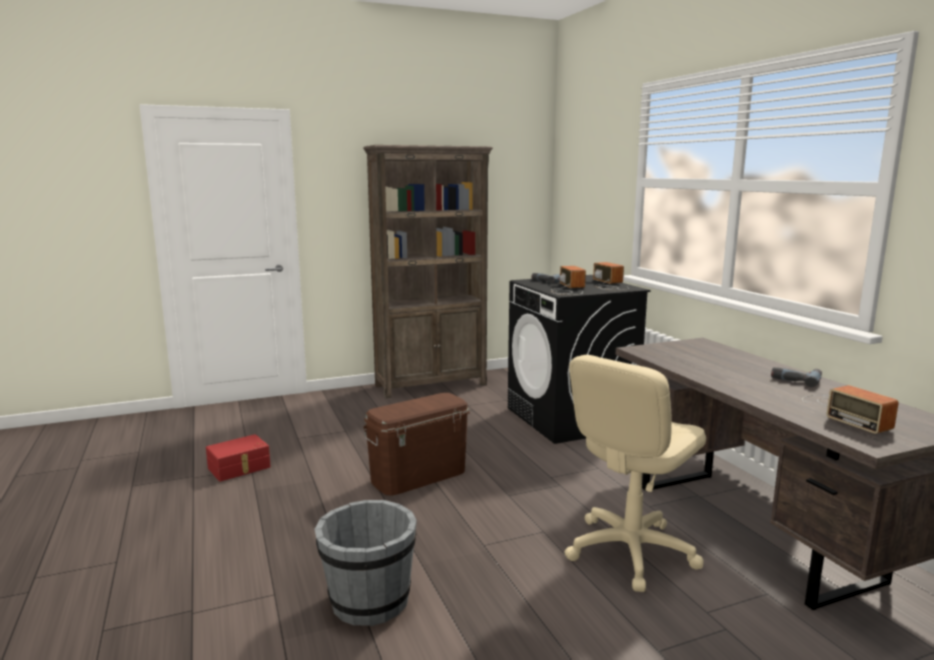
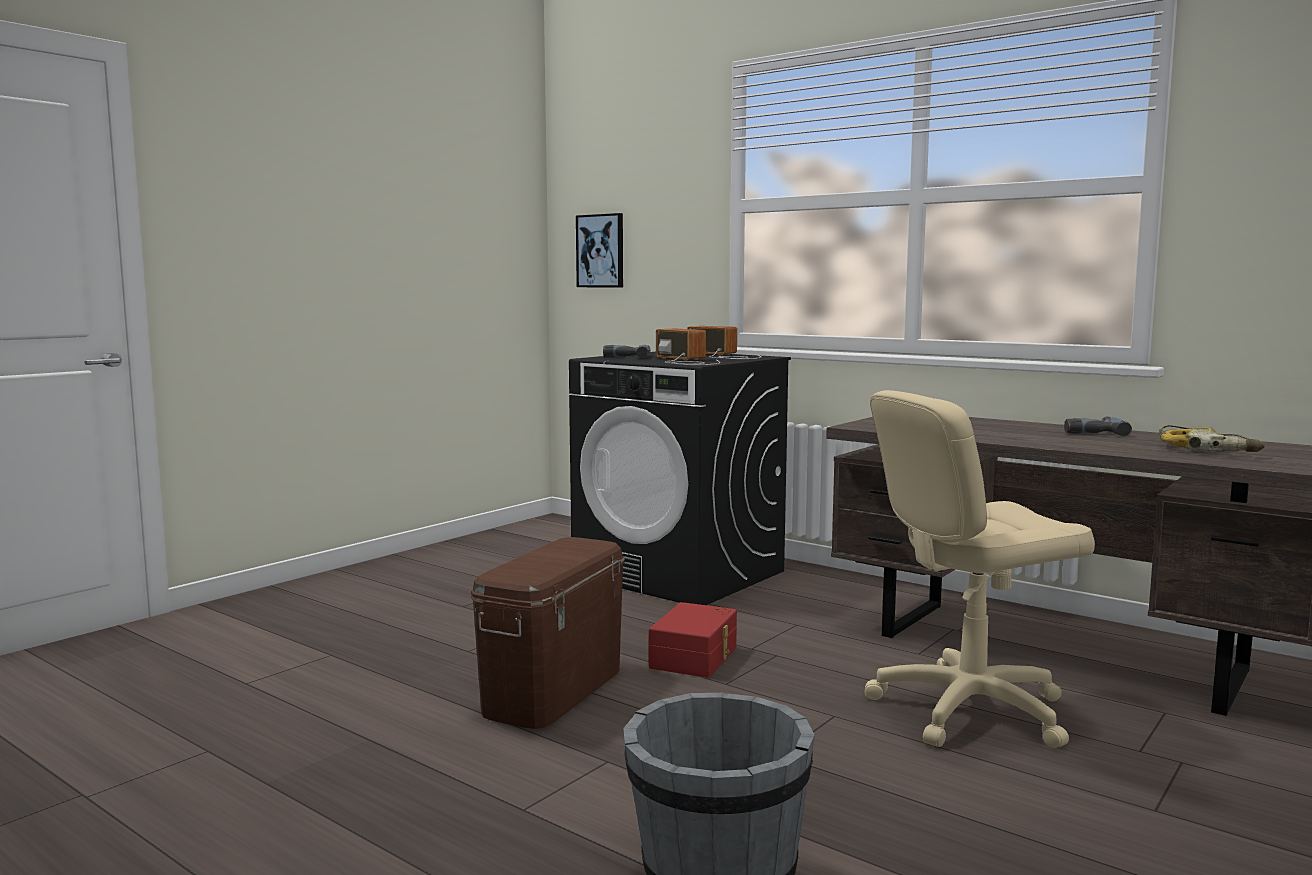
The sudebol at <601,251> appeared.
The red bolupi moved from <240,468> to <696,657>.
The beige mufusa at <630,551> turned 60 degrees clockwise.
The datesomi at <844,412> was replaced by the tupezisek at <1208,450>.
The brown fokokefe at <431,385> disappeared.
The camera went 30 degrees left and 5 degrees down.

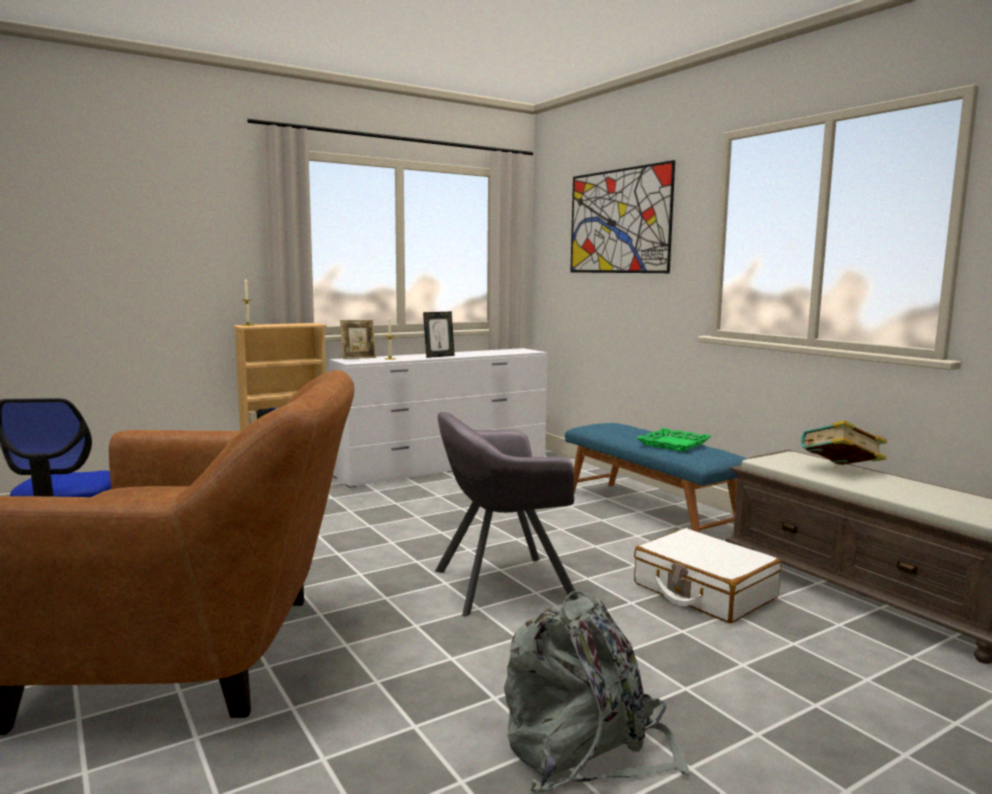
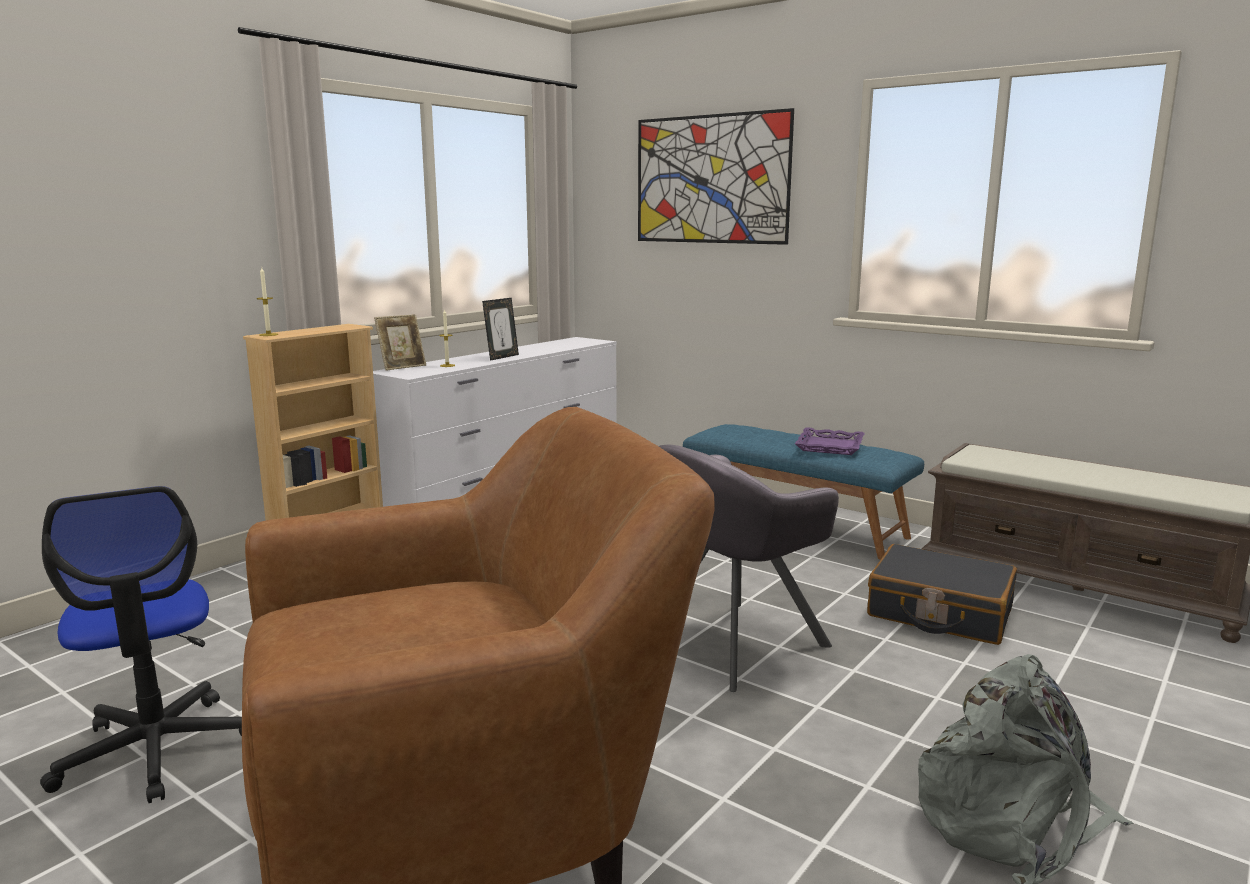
The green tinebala at <674,444> became the purple tinebala at <830,446>.
The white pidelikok at <703,591> became the black pidelikok at <939,612>.
The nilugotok at <840,470> disappeared.
The camera went 20 degrees left and 5 degrees up.

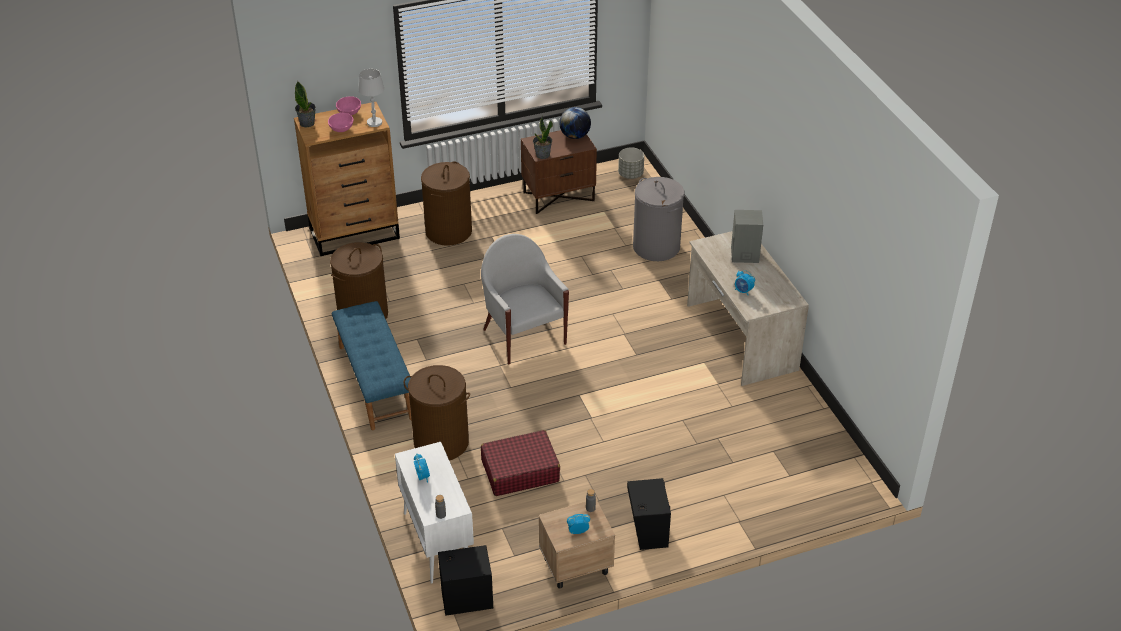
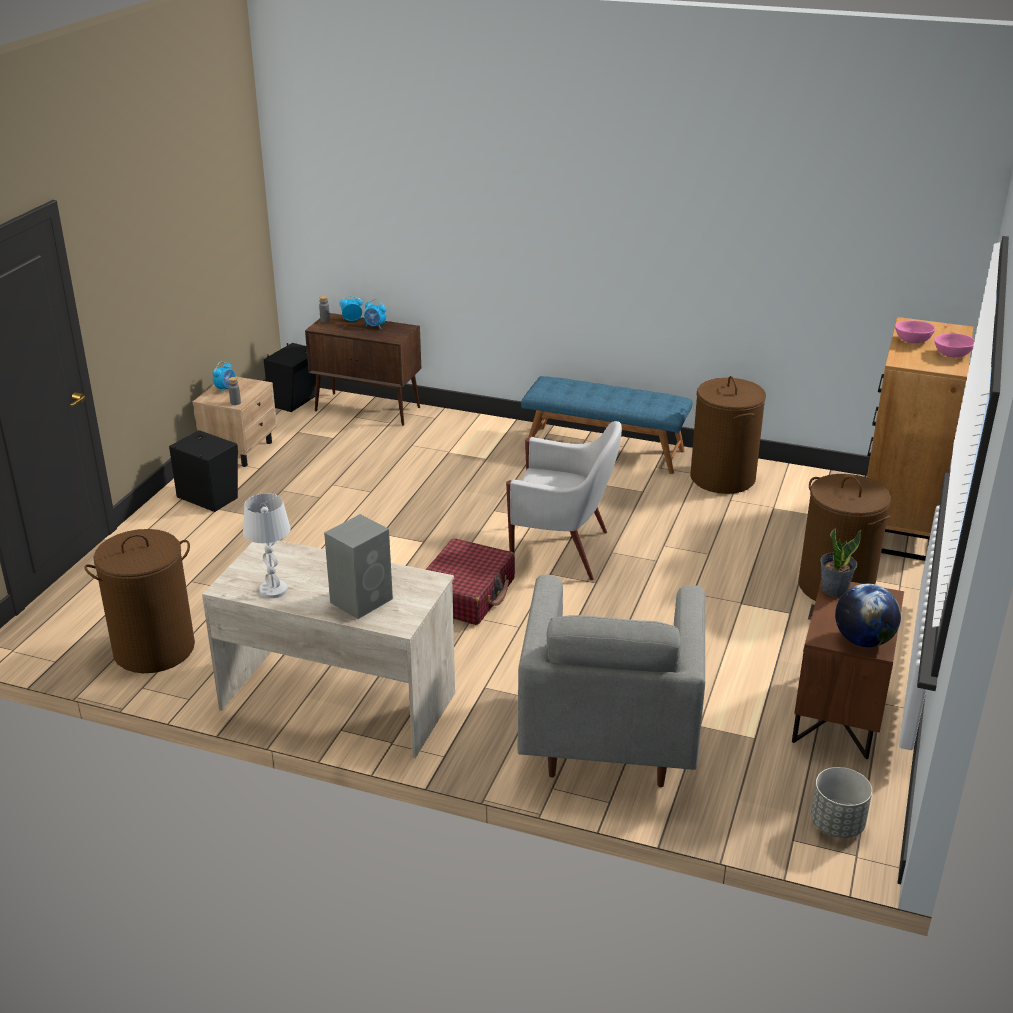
The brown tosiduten moved from <441,442> to <154,649>.
The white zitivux moved from <374,122> to <273,590>.
The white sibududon at <437,541> became the brown sibududon at <368,409>.
The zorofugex moved from <743,291> to <352,320>.
The red pidelikok moved from <520,471> to <466,594>.
The grey tosiduten at <656,247> was replaced by the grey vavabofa at <609,738>.
The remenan at <307,123> disappeared.
The camera went 130 degrees right and 10 degrees down.

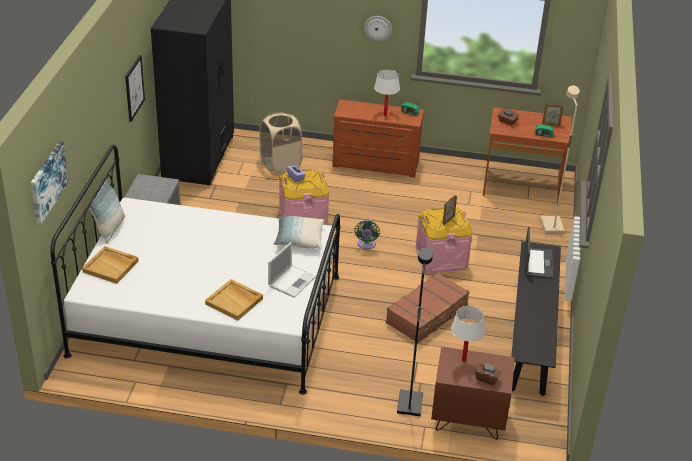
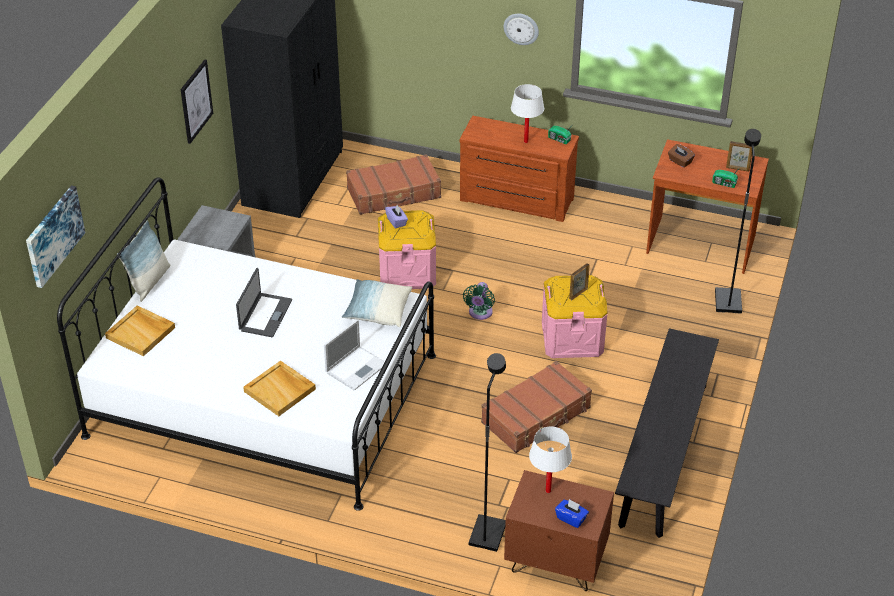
The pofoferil moved from <537,263> to <265,315>.
The beige tosiduten at <280,164> was replaced by the brown pidelikok at <394,193>.
The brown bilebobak at <487,379> became the blue bilebobak at <571,518>.
The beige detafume at <551,225> became the black detafume at <727,301>.
The camera went 10 degrees right and 5 degrees up.

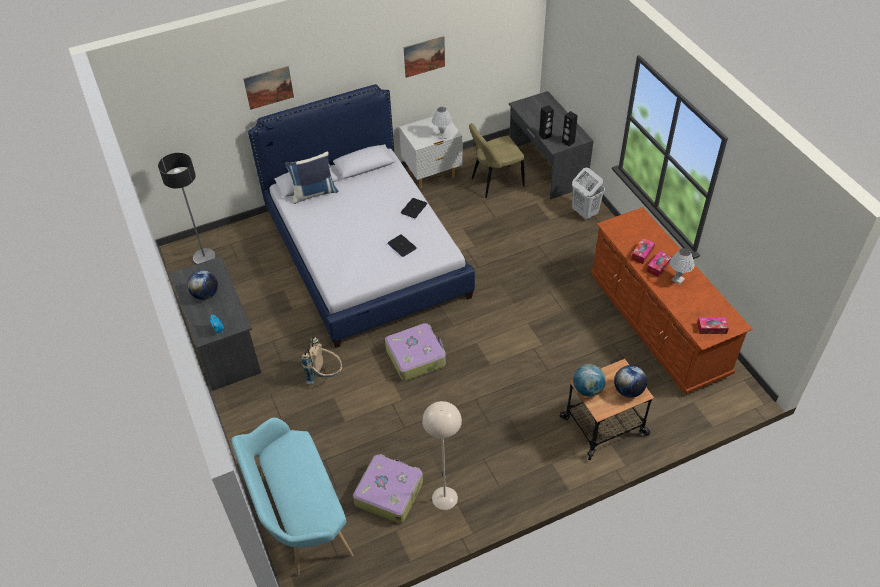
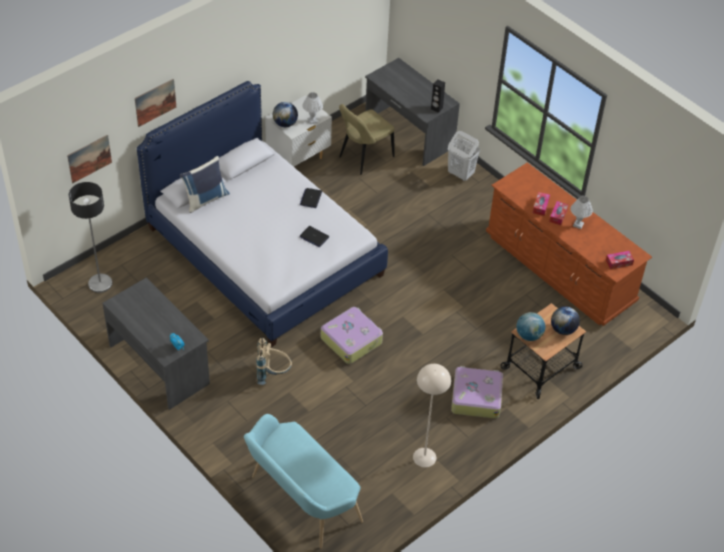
The sudebol moved from <424,56> to <89,158>.
The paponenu moved from <205,294> to <285,124>.
The pidelikok moved from <389,492> to <476,397>.
The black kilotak at <545,136> disappeared.
The camera went 20 degrees left and 0 degrees up.

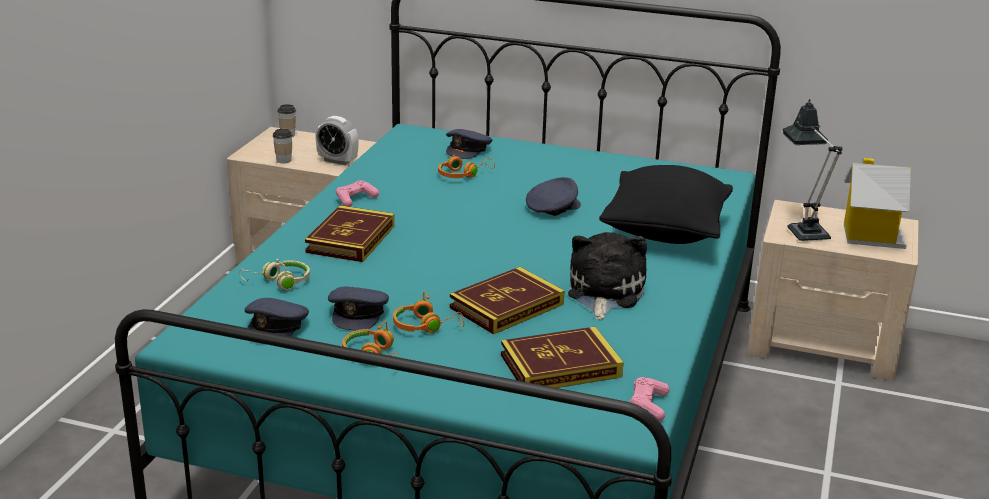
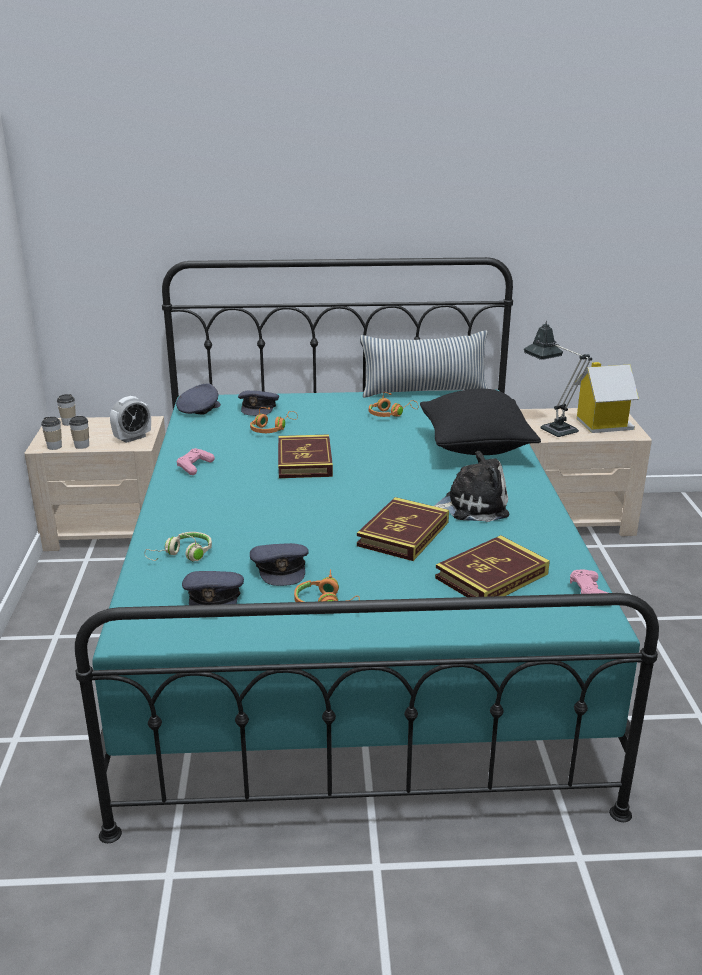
The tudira at <54,447> appeared.
The zorofugex at <337,161> turned 45 degrees counterclockwise.
The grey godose moved from <552,207> to <199,409>.
The nilugotok moved from <350,239> to <304,461>.
The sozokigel at <424,391> appeared.
The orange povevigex moved from <426,326> to <390,414>.
The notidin at <603,293> turned 90 degrees clockwise.
The camera went 20 degrees left and 0 degrees up.

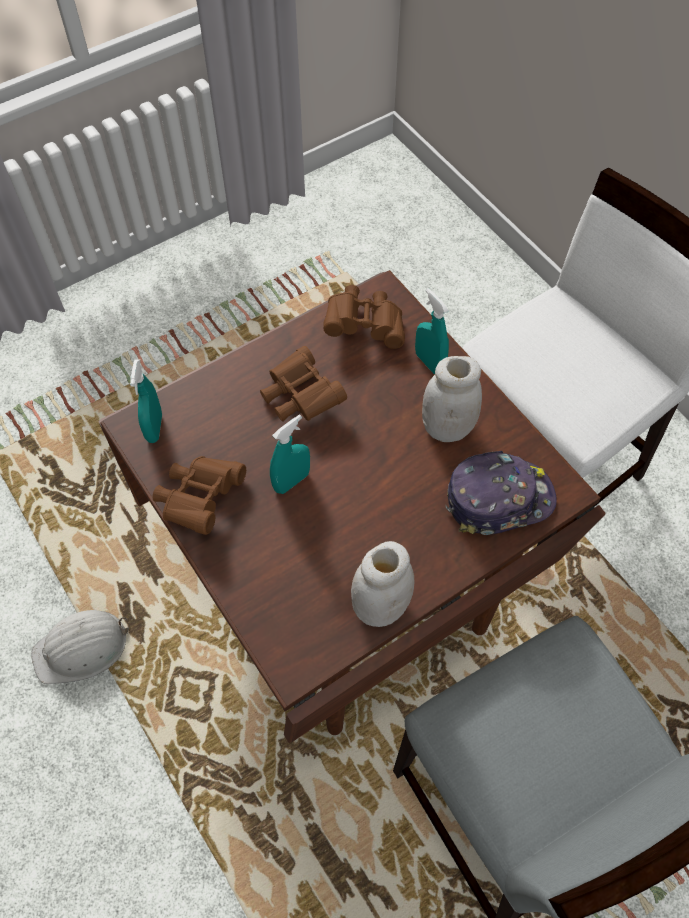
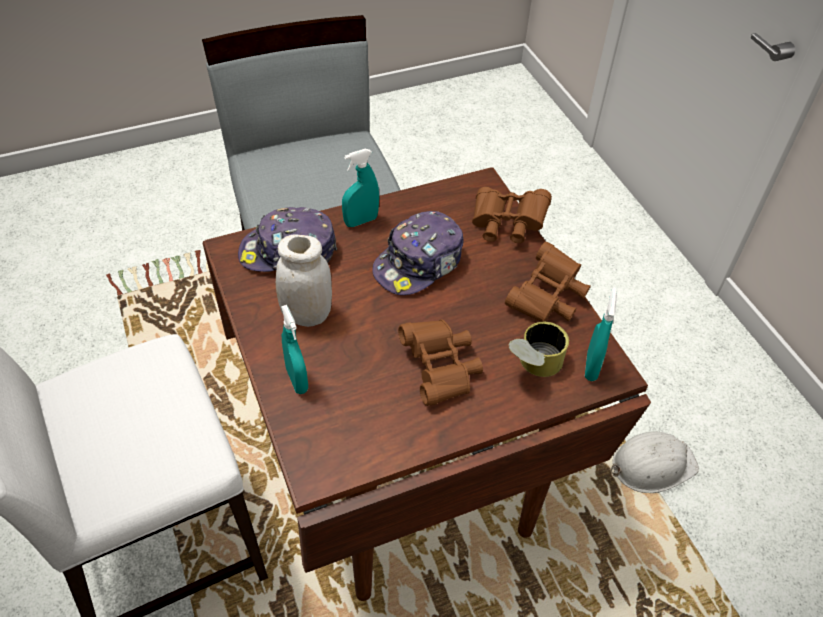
The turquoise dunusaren moved from <291,481> to <361,221>.
The godose at <419,264> appeared.
The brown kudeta moved from <365,326> to <506,225>.
The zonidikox at <532,367> appeared.
The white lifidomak at <380,606> disappeared.
The camera went 170 degrees left and 10 degrees down.

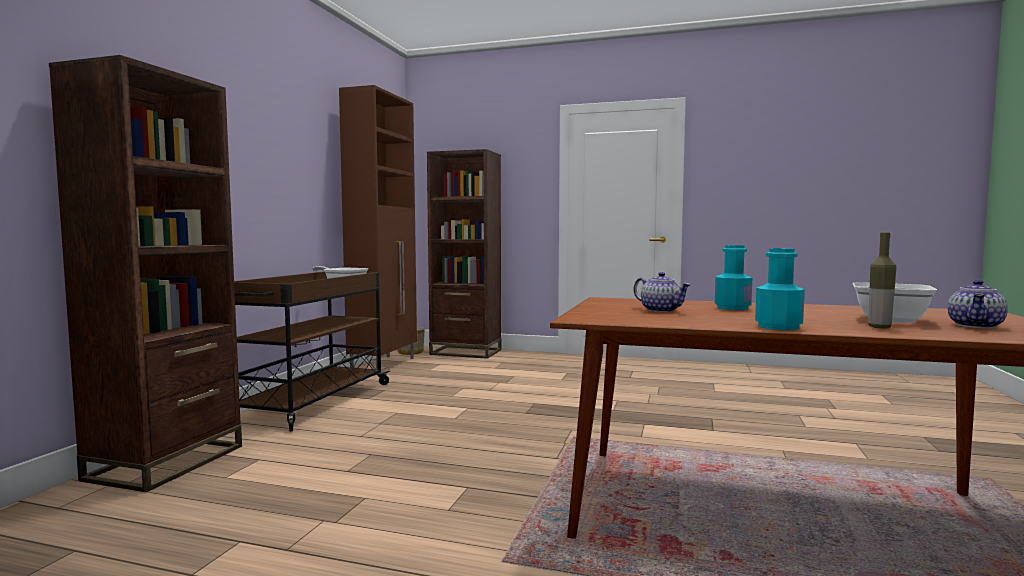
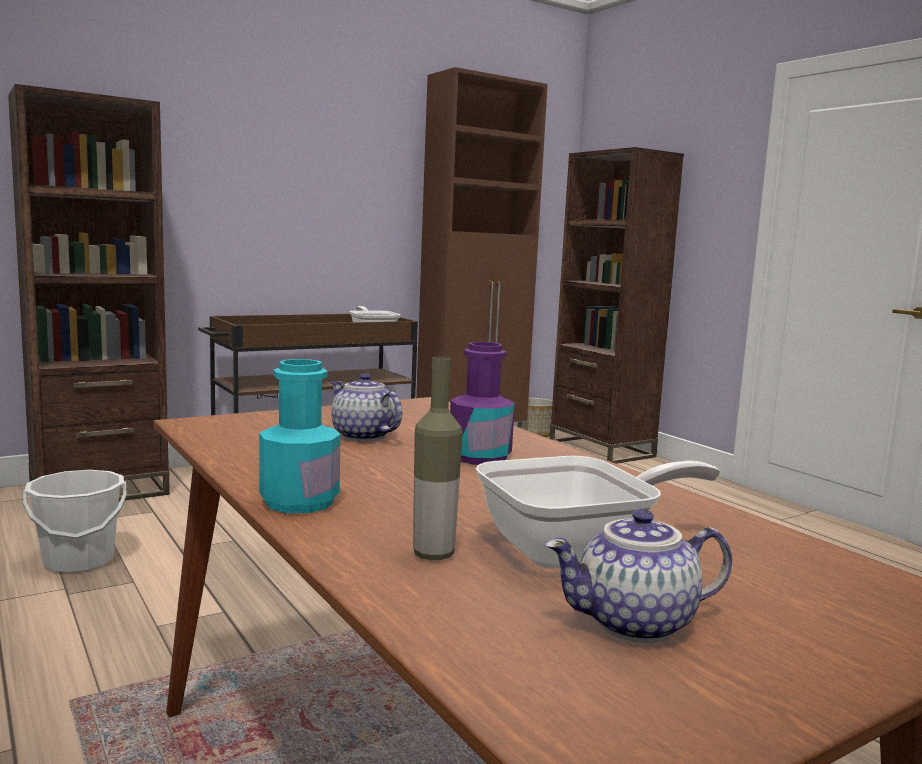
The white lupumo at <79,561> appeared.
The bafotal at <661,310> turned 135 degrees clockwise.
The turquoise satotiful at <732,308> became the purple satotiful at <479,457>.
The camera went 40 degrees right and 5 degrees up.

